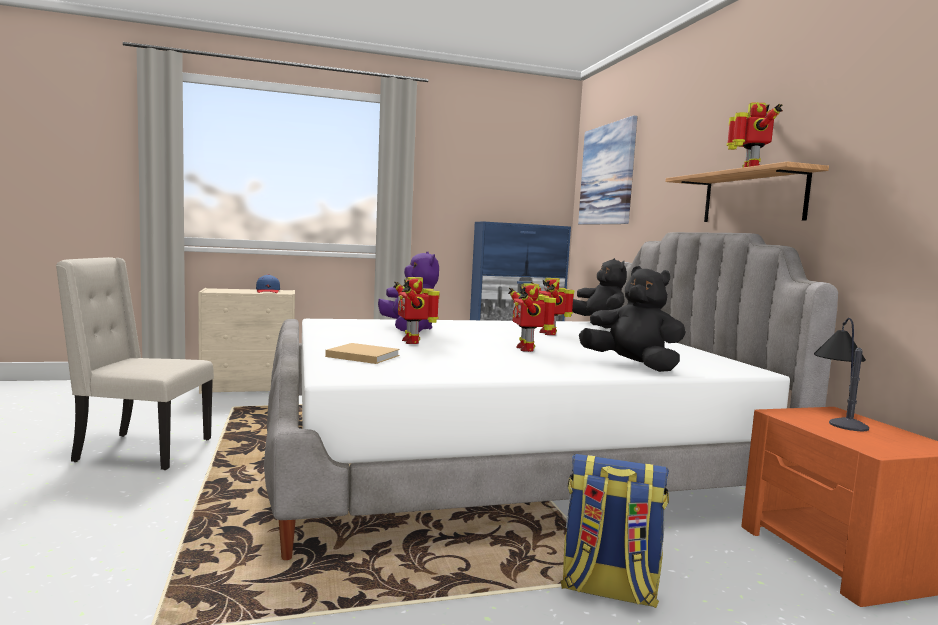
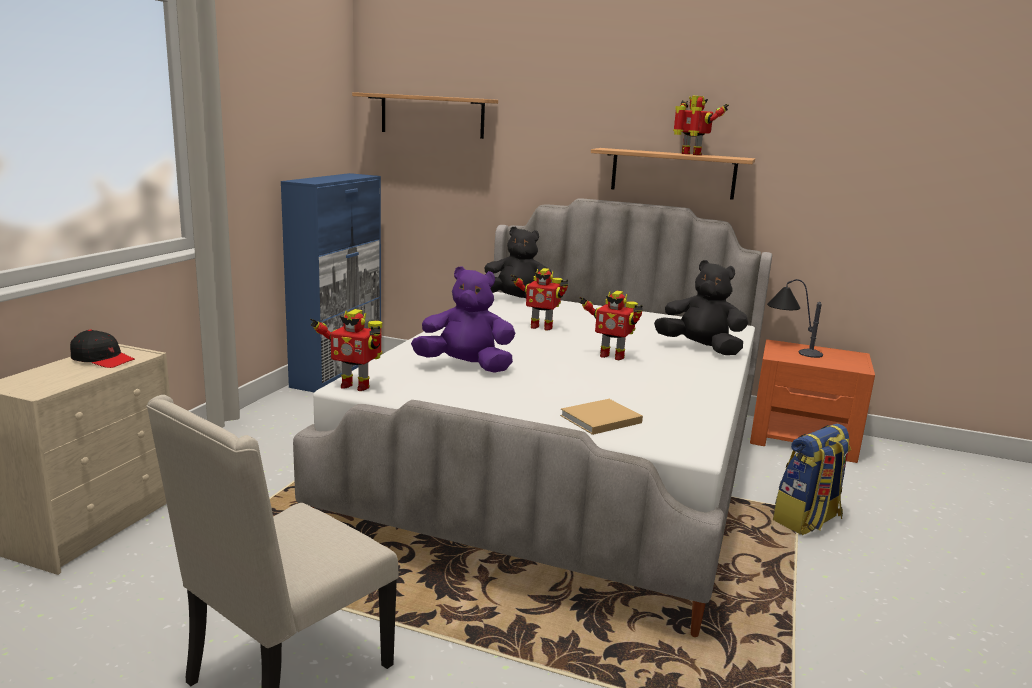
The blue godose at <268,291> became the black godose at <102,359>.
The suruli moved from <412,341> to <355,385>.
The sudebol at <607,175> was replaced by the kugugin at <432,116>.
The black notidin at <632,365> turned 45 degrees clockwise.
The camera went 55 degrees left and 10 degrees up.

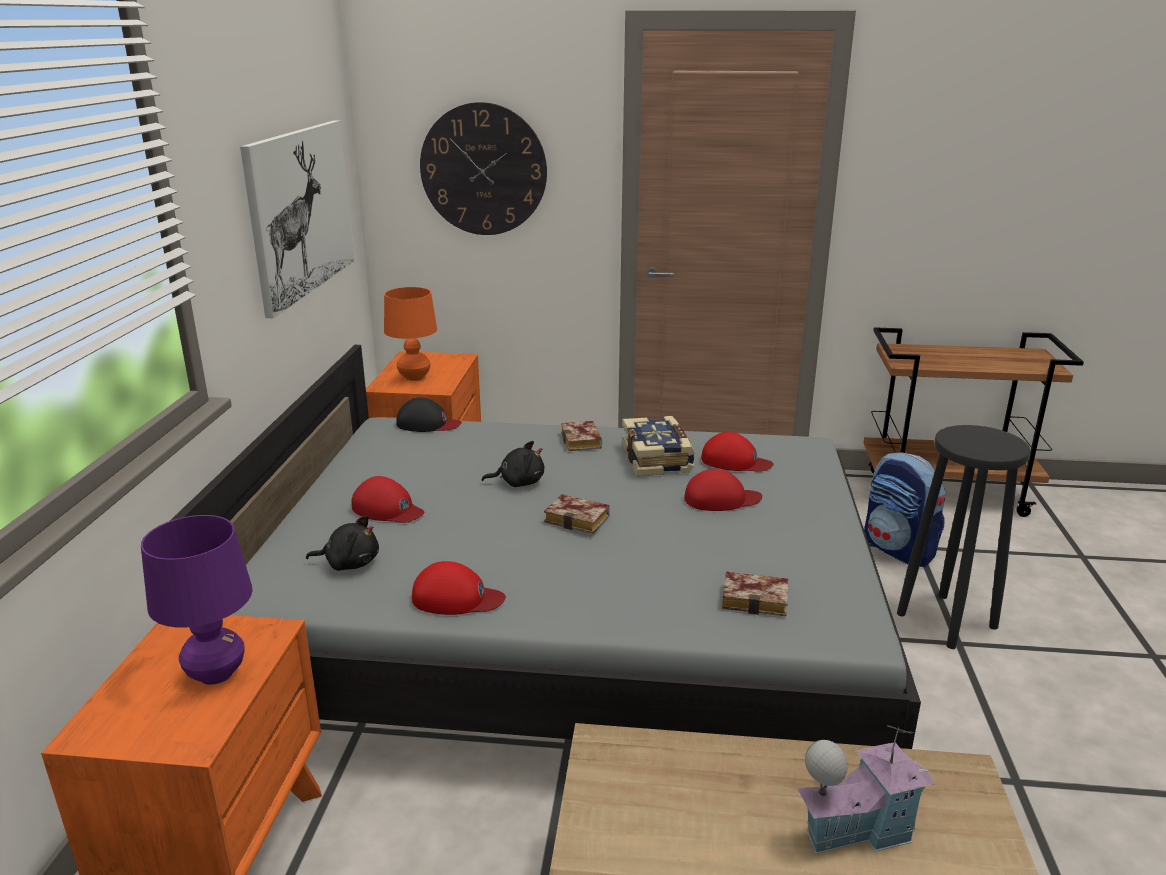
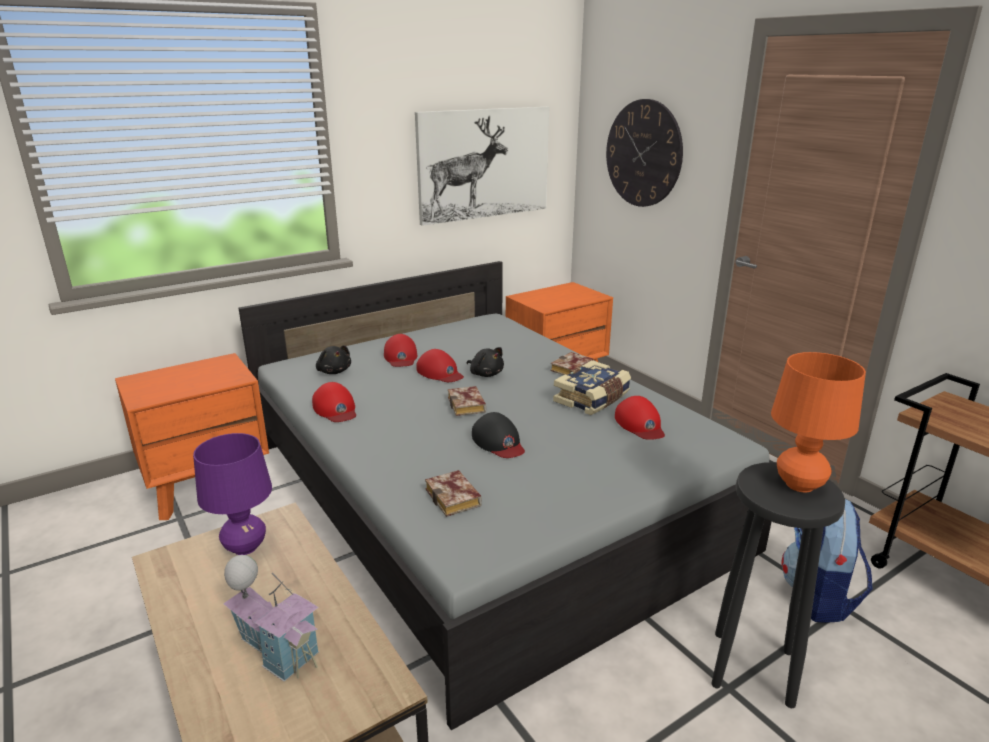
The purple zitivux moved from <216,673> to <245,547>.
The red godose moved from <721,499> to <440,372>.
The black godose moved from <427,424> to <498,442>.
The orange zitivux moved from <414,377> to <799,484>.
The camera went 50 degrees right and 0 degrees up.

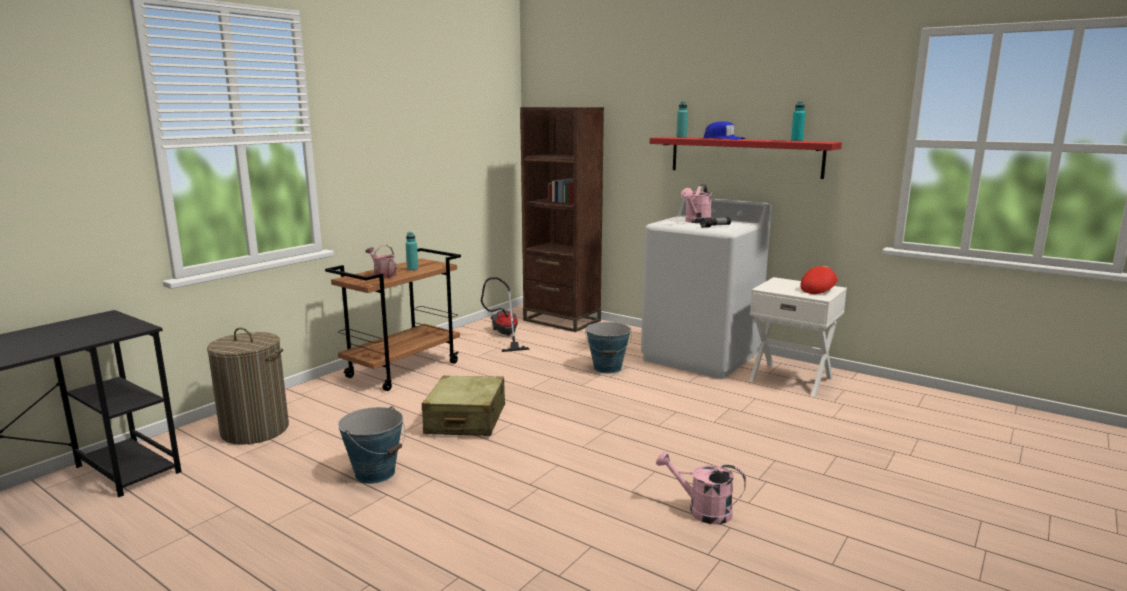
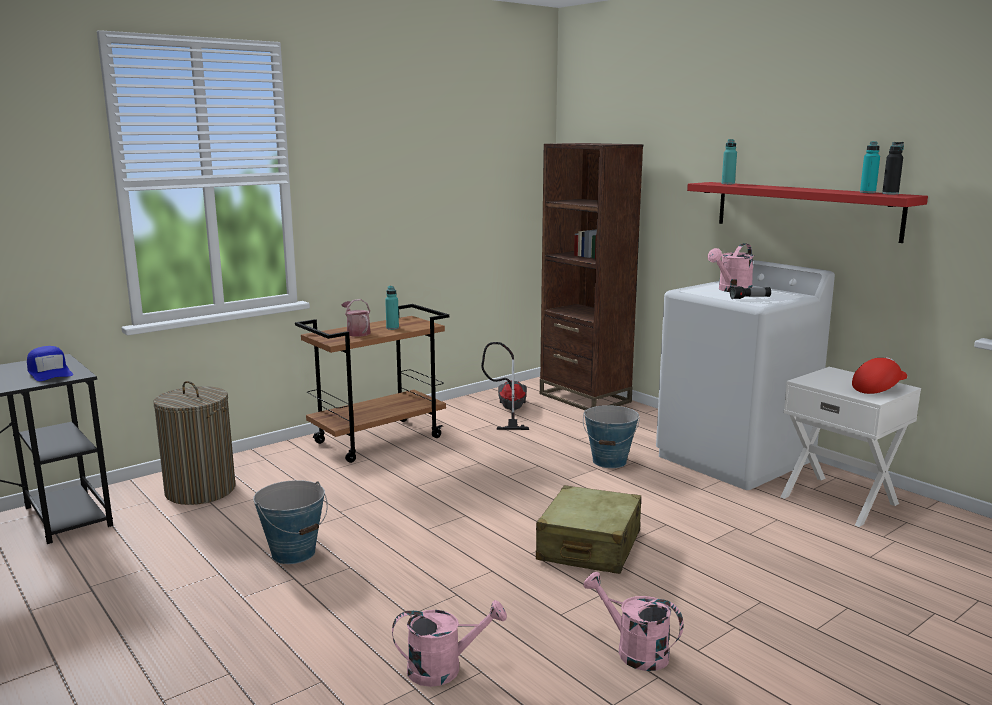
The blue godose moved from <723,139> to <49,372>.
The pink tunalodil at <444,668> appeared.
The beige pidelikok moved from <465,420> to <589,546>.
The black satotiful at <890,194> appeared.
The camera went 15 degrees right and 0 degrees up.

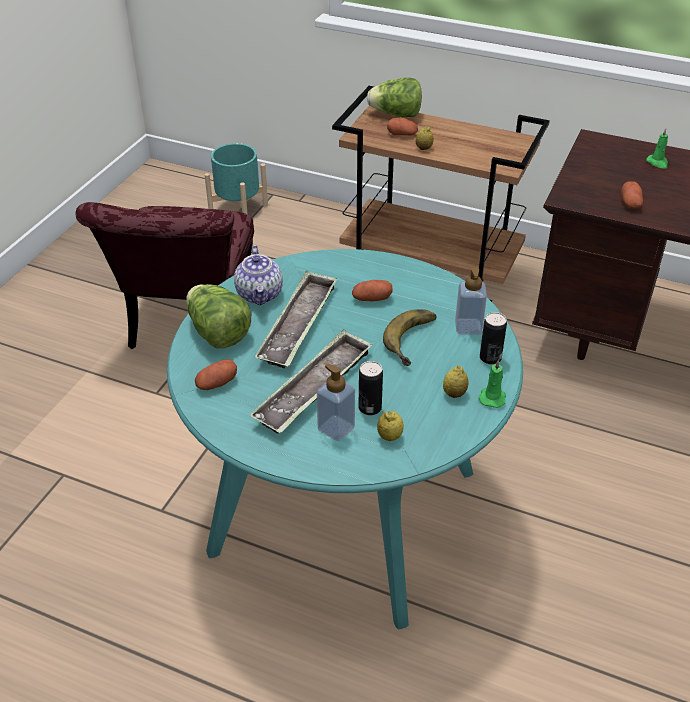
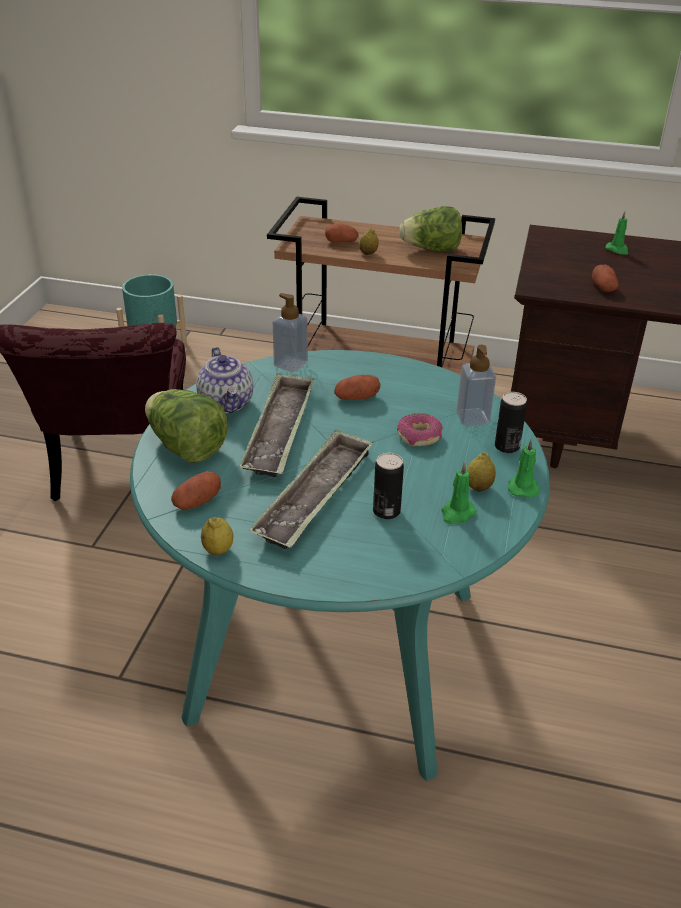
The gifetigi moved from <389,436> to <218,550>.
The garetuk moved from <336,428> to <290,364>.
The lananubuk at <416,341> was replaced by the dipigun at <419,436>.
The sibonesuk moved from <396,115> to <431,250>.
The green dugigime at <457,513> appeared.
The camera went 10 degrees left and 5 degrees down.

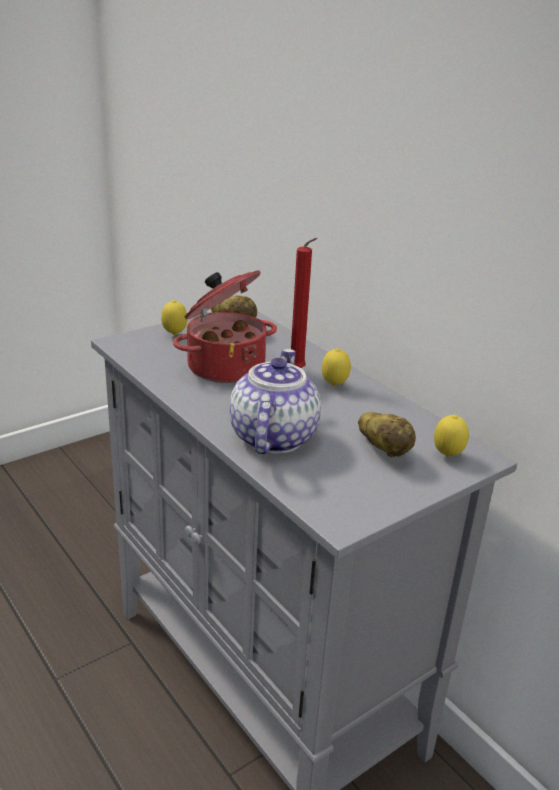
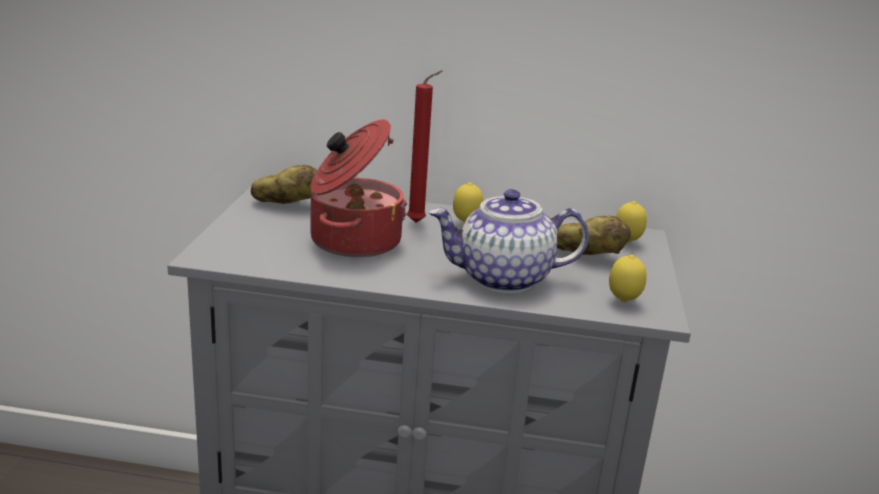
The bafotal at <272,437> turned 60 degrees counterclockwise.
The gifetigi moved from <174,334> to <623,302>.
The camera went 45 degrees left and 5 degrees down.

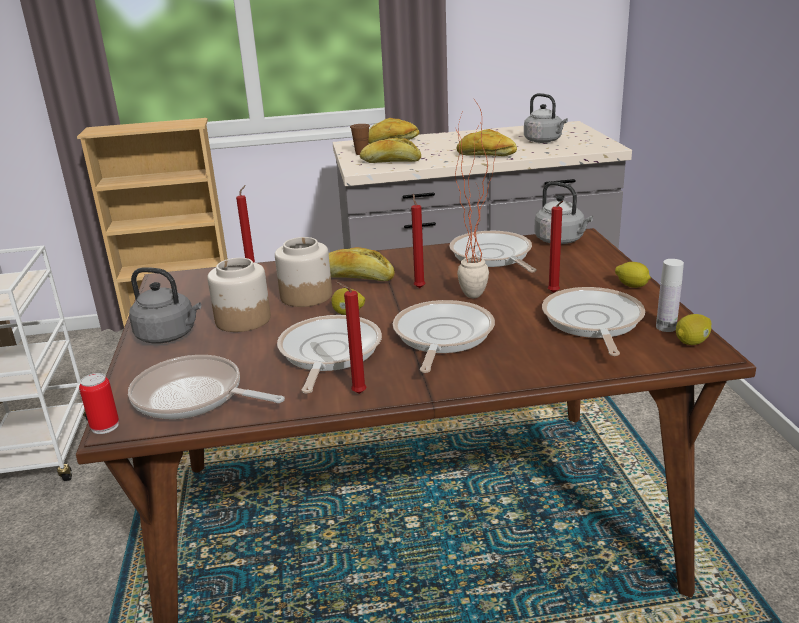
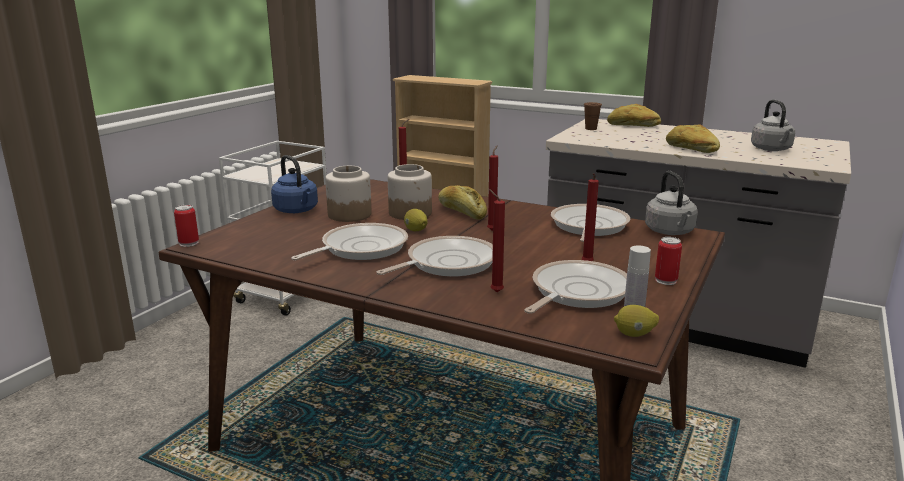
The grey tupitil at <169,336> became the blue tupitil at <297,210>.
The red dugigime moved from <356,393> to <495,291>.
The gifetigi at <632,286> was replaced by the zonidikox at <666,280>.
The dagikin at <193,397> disappeared.
The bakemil at <390,162> disappeared.
The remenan at <479,292> disappeared.
The camera went 35 degrees right and 5 degrees down.

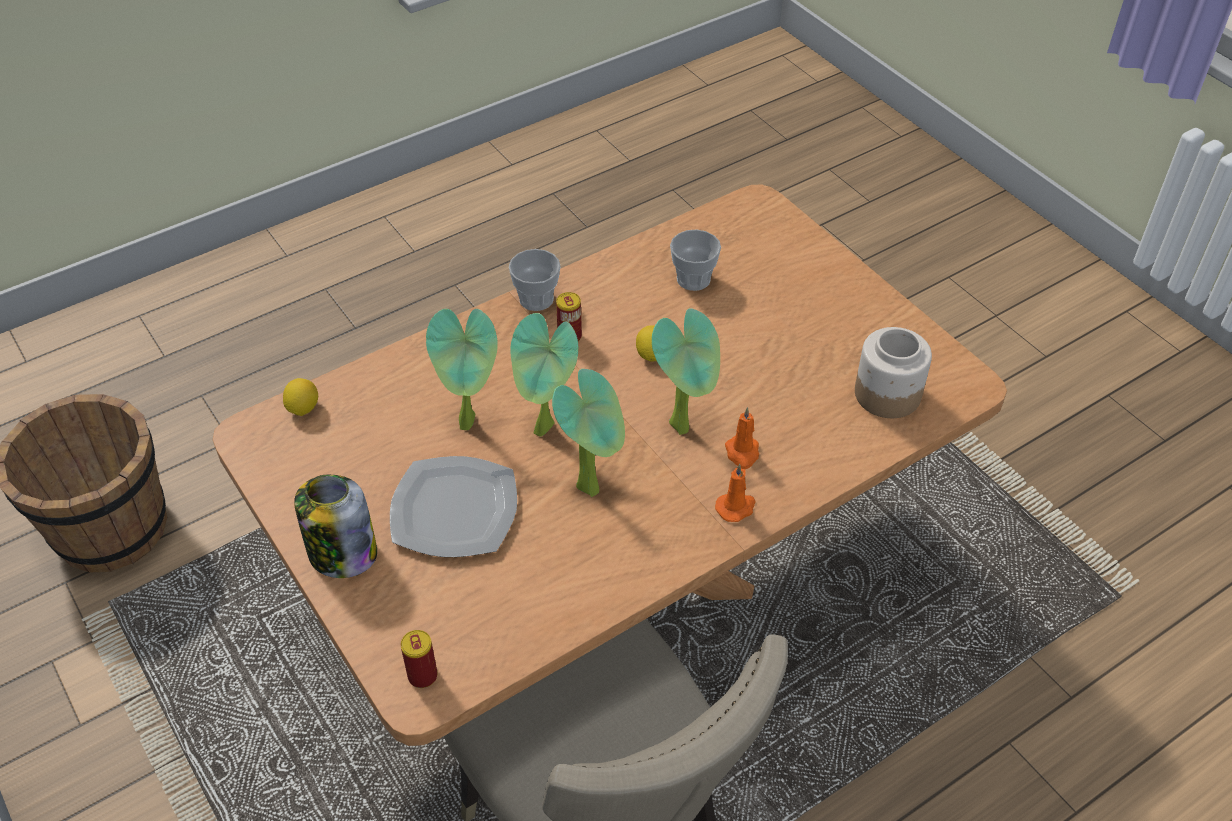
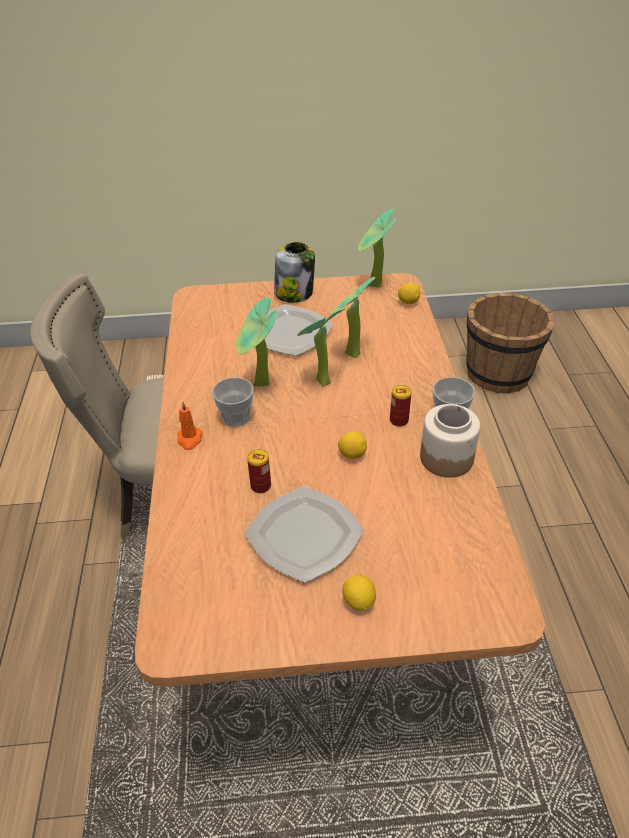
The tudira moved from <693,279> to <236,417>.
The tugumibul at <304,536> appeared.
The zonidikox moved from <422,676> to <261,486>.
The gifetigi at <358,601> appeared.
The remenan moved from <685,426> to <373,287>.
The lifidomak moved from <886,394> to <446,458>.
The orange dugigime at <742,453> disappeared.
The camera went 120 degrees right and 5 degrees down.

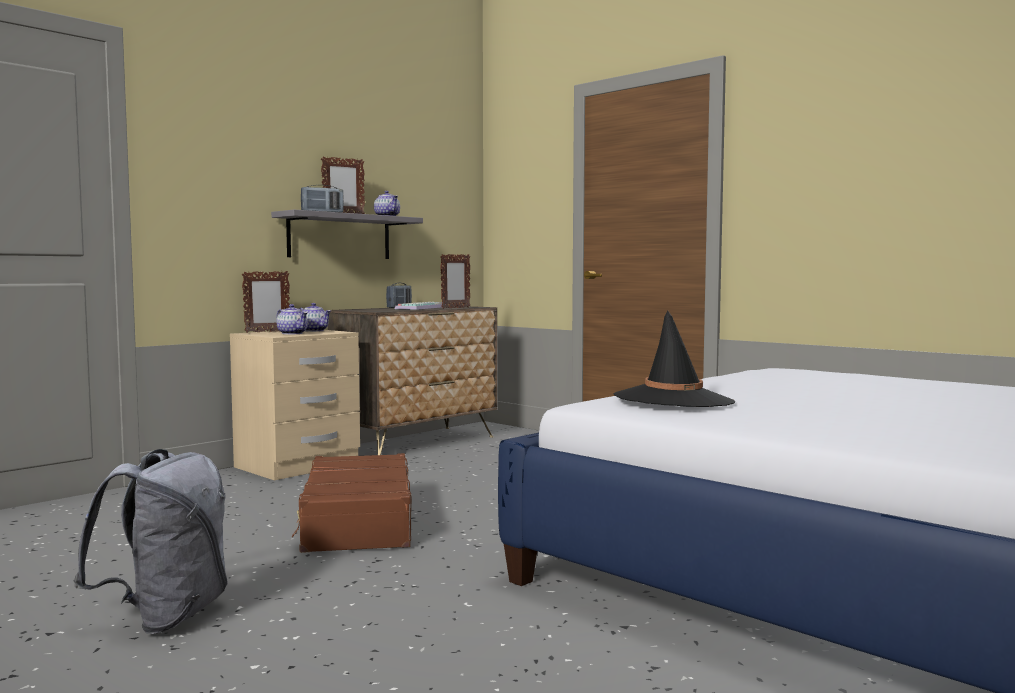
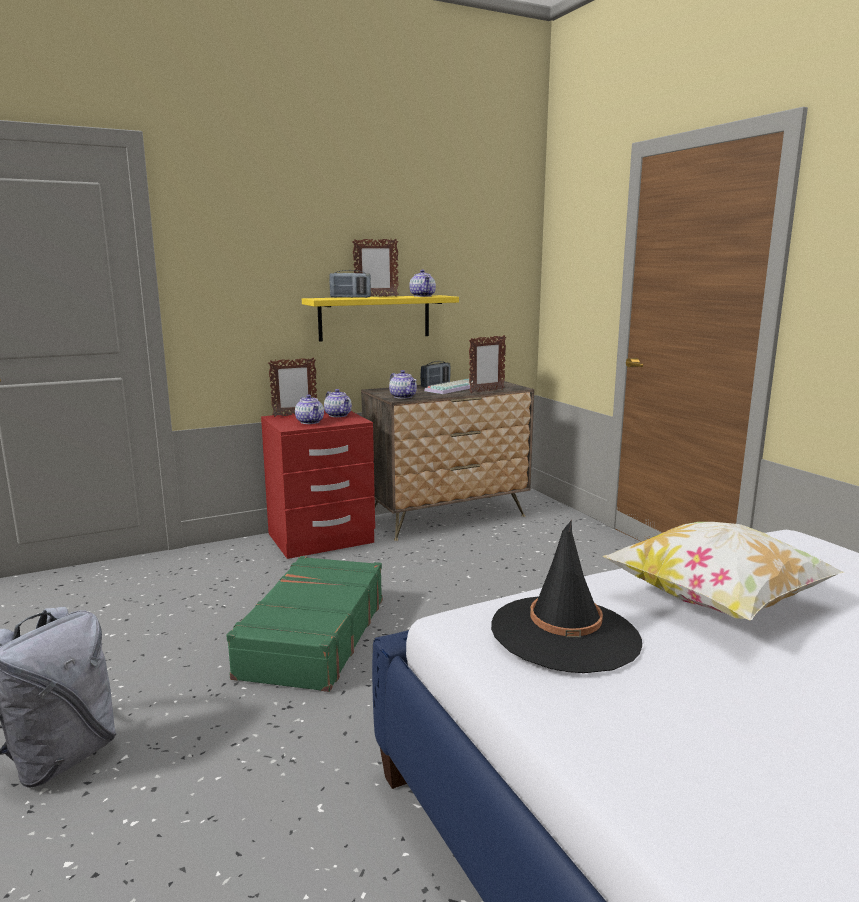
The brown pidelikok at <356,522> became the green pidelikok at <312,637>.
The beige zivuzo at <298,466> became the red zivuzo at <321,539>.
The grey kugugin at <339,237> became the yellow kugugin at <375,317>.
The bafotal at <403,397> appeared.
The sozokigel at <716,602> appeared.
The camera went 20 degrees right and 10 degrees up.

